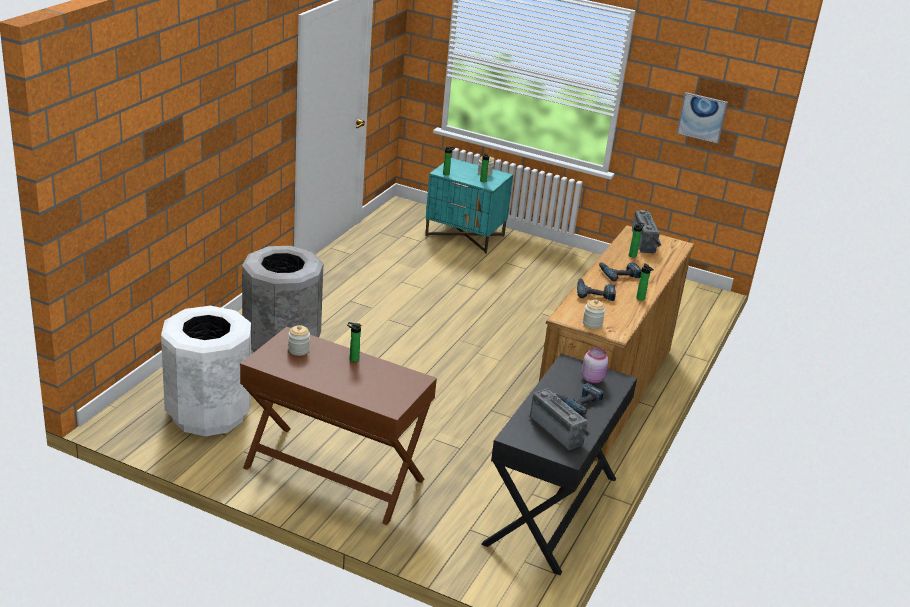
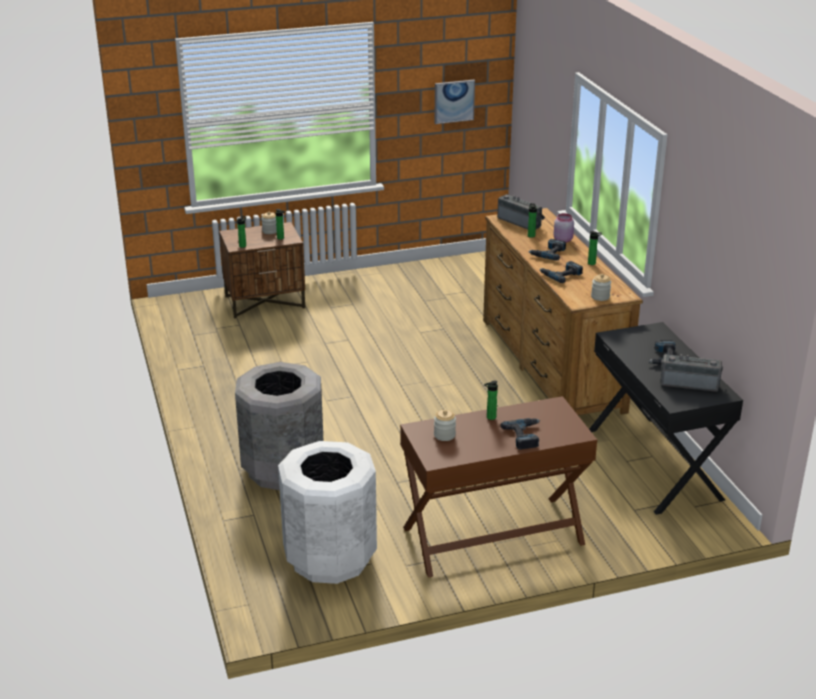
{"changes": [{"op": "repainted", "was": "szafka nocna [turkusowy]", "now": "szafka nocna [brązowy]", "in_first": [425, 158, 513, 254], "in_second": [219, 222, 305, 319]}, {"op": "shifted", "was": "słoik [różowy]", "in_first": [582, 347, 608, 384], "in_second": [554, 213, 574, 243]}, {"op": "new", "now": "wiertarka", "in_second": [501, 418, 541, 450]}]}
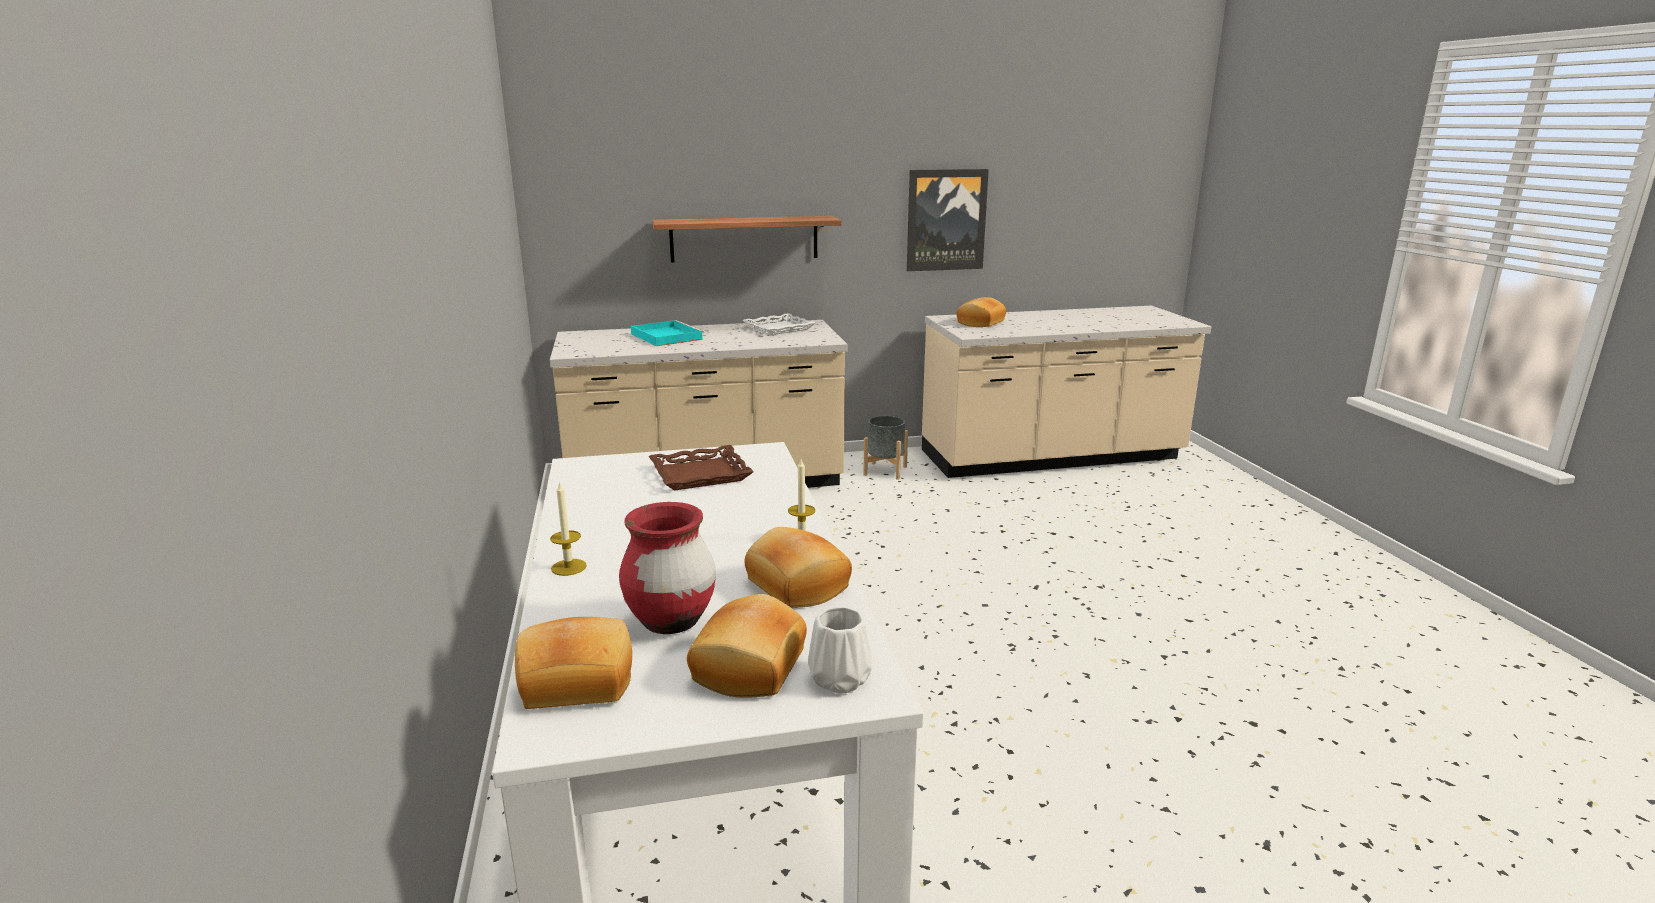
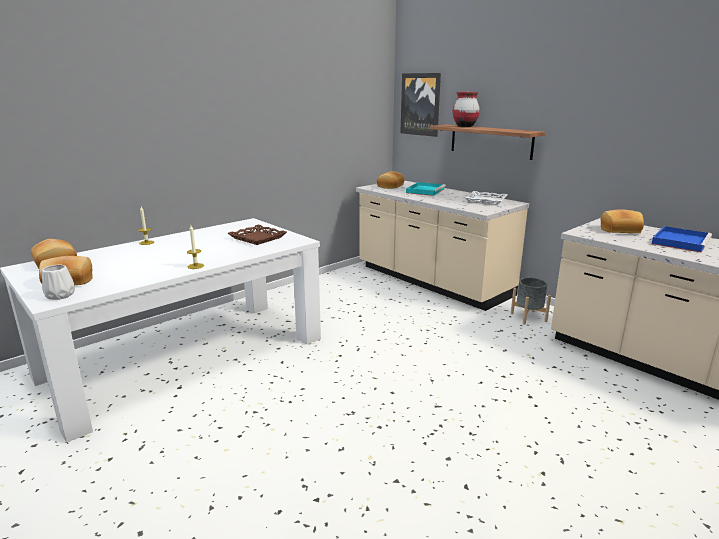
{"changes": [{"op": "shifted", "was": "obraz", "in_first": [907, 169, 989, 271], "in_second": [400, 73, 441, 137]}, {"op": "shifted", "was": "wazon [czerwony]", "in_first": [619, 502, 716, 634], "in_second": [453, 92, 480, 127]}, {"op": "shifted", "was": "chleb", "in_first": [744, 527, 852, 608], "in_second": [377, 171, 405, 189]}, {"op": "new", "now": "taca [niebieski]", "in_second": [652, 226, 712, 253]}]}
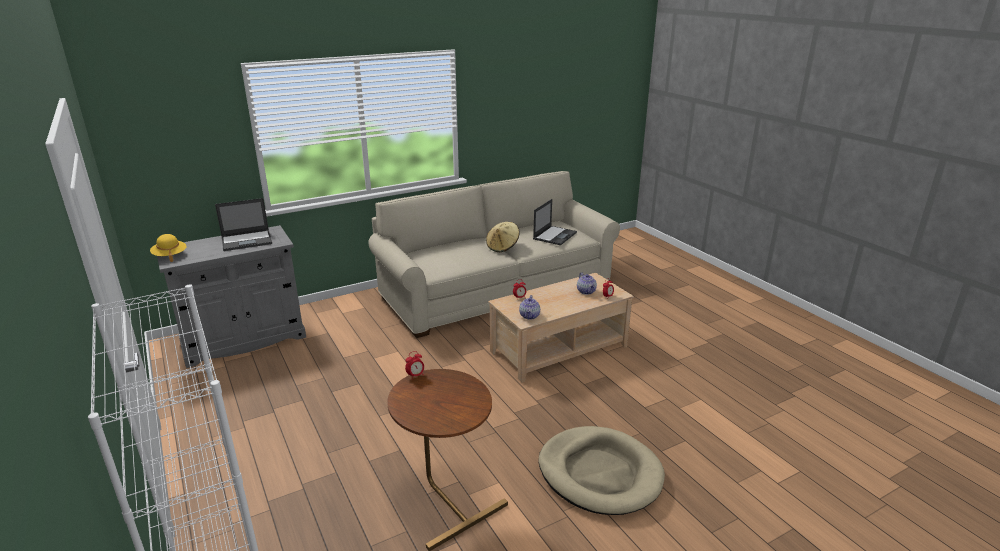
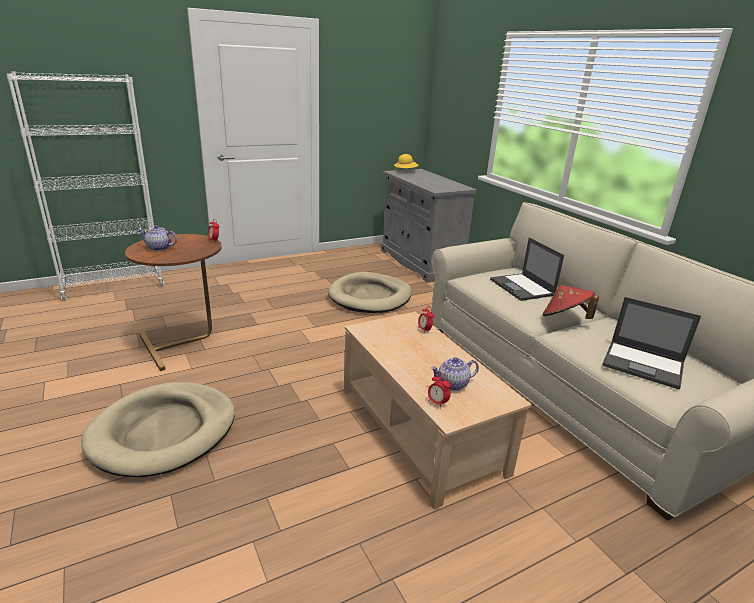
{"changes": [{"op": "shifted", "was": "laptop", "in_first": [215, 198, 272, 251], "in_second": [490, 237, 564, 301]}, {"op": "repainted", "was": "kapelusz [beżowy]", "now": "kapelusz [czerwony]", "in_first": [486, 222, 520, 252], "in_second": [543, 285, 599, 319]}, {"op": "shifted", "was": "imbryk", "in_first": [519, 295, 540, 320], "in_second": [139, 225, 177, 251]}, {"op": "new", "now": "legowisko [beżowy]", "in_second": [328, 272, 412, 313]}]}
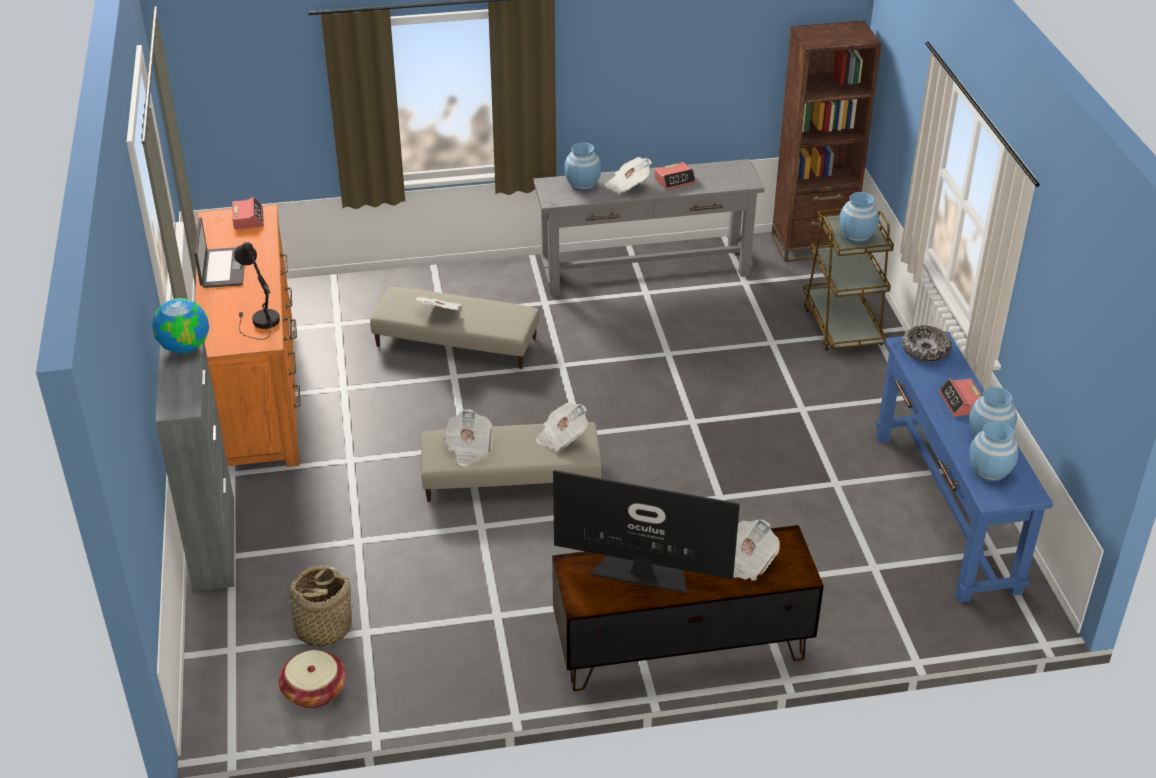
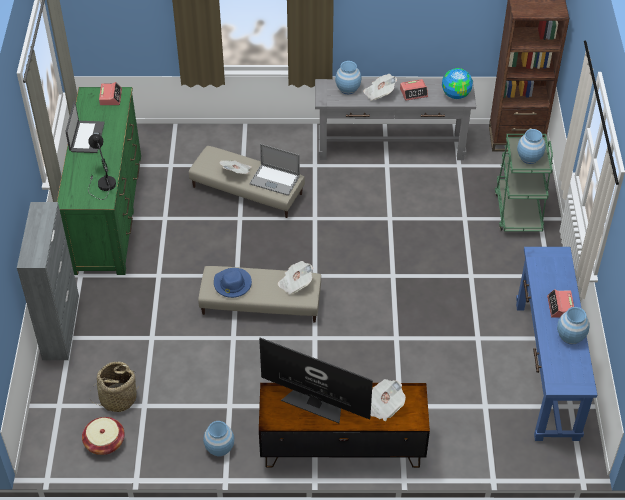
{"changes": [{"op": "repainted", "was": "komoda [pomarańczowy]", "now": "komoda [zielony]", "in_first": [195, 205, 301, 467], "in_second": [57, 87, 141, 275]}, {"op": "repainted", "was": "wózek [brązowy]", "now": "wózek [zielony]", "in_first": [803, 209, 894, 351], "in_second": [495, 134, 553, 232]}, {"op": "shifted", "was": "globus", "in_first": [152, 298, 209, 354], "in_second": [442, 68, 473, 99]}, {"op": "gone", "was": "miska", "in_first": [902, 325, 952, 362]}, {"op": "swapped", "was": "gazeta", "now": "kapelusz [niebieski]", "in_first": [444, 410, 493, 466], "in_second": [214, 268, 252, 298]}, {"op": "shifted", "was": "wazon [niebieski]", "in_first": [969, 421, 1018, 482], "in_second": [203, 421, 234, 457]}, {"op": "new", "now": "laptop", "in_second": [250, 144, 300, 196]}]}
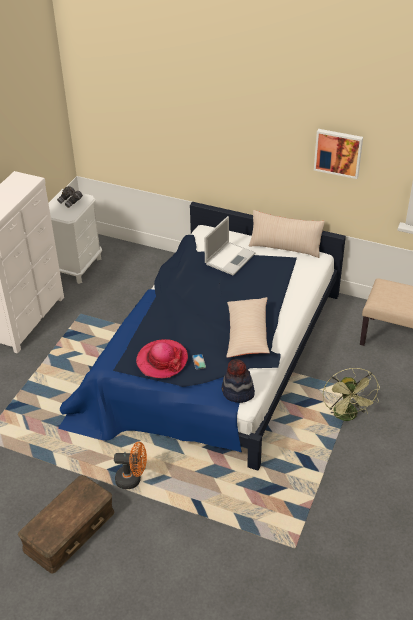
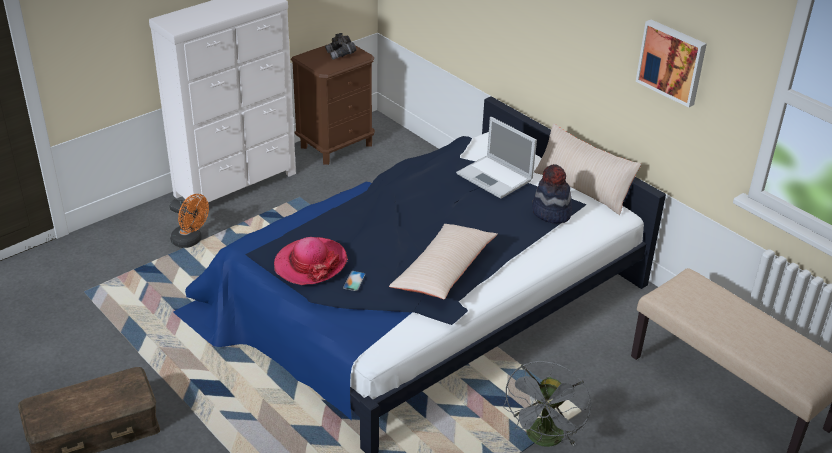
{"changes": [{"op": "repainted", "was": "szafka nocna [biały]", "now": "szafka nocna [brązowy]", "in_first": [48, 189, 102, 284], "in_second": [291, 45, 375, 165]}, {"op": "rotated", "was": "laptop", "in_first": [204, 216, 256, 275], "in_second": [456, 117, 537, 199], "clockwise": 75}, {"op": "shifted", "was": "kapelusz", "in_first": [222, 359, 255, 403], "in_second": [532, 164, 572, 223]}, {"op": "repainted", "was": "wentylator [zielony]", "now": "wentylator [szary]", "in_first": [323, 368, 380, 421], "in_second": [503, 361, 591, 447]}, {"op": "shifted", "was": "wentylator [pomarańczowy]", "in_first": [114, 442, 147, 489], "in_second": [170, 194, 209, 248]}]}
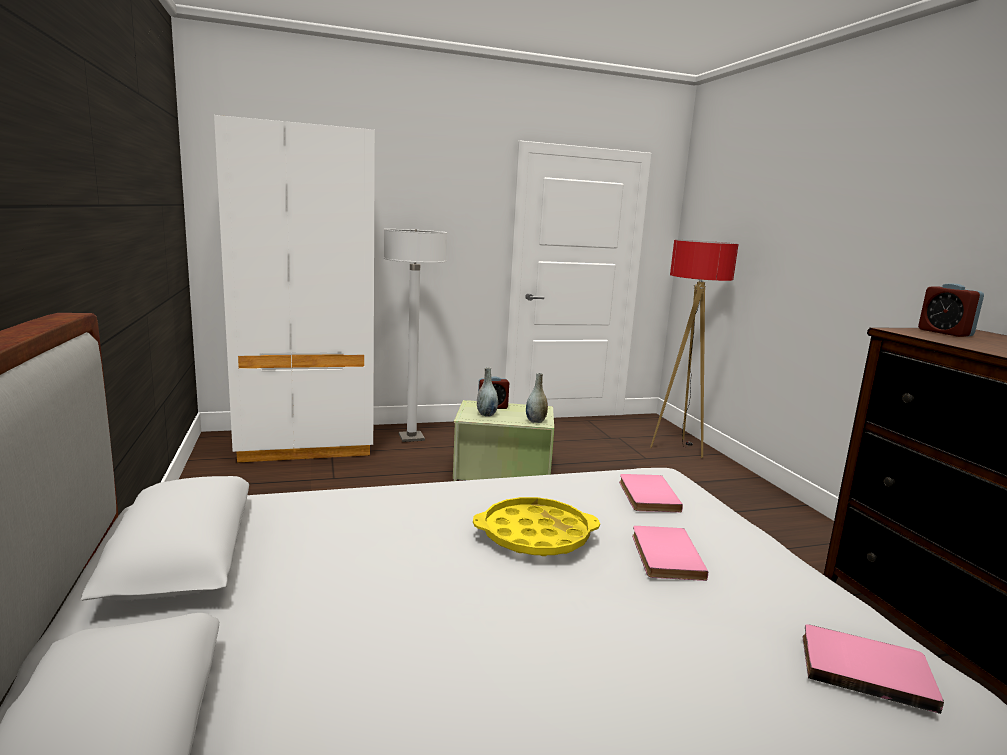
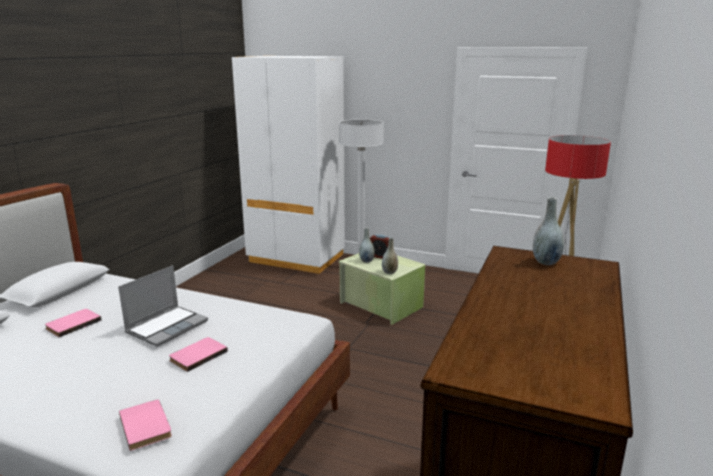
{"changes": [{"op": "swapped", "was": "budzik", "now": "wazon [szary]", "in_first": [918, 284, 984, 337], "in_second": [533, 197, 564, 265]}, {"op": "shifted", "was": "książka [różowy]", "in_first": [619, 474, 683, 512], "in_second": [45, 309, 101, 337]}, {"op": "swapped", "was": "taca [żółty]", "now": "laptop", "in_first": [473, 497, 600, 556], "in_second": [118, 265, 208, 347]}]}
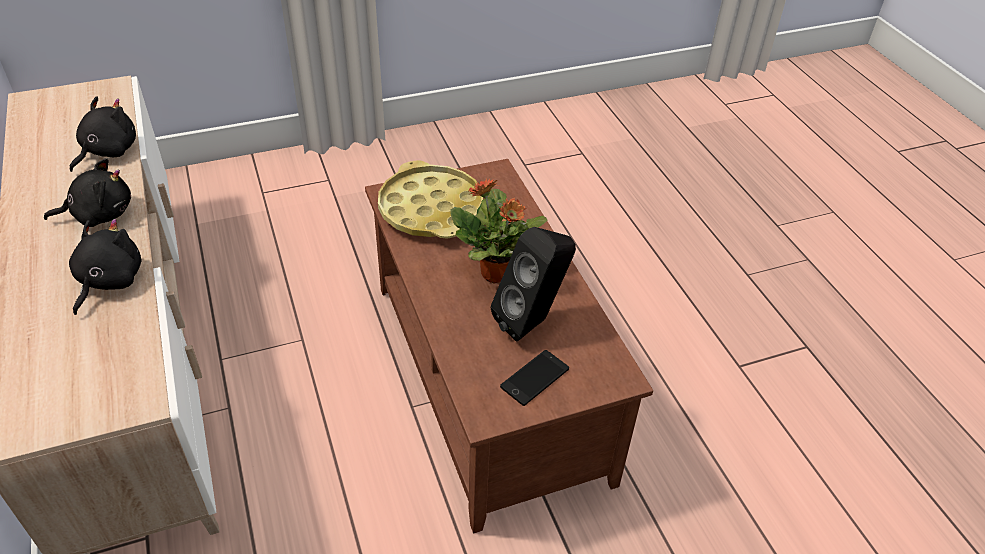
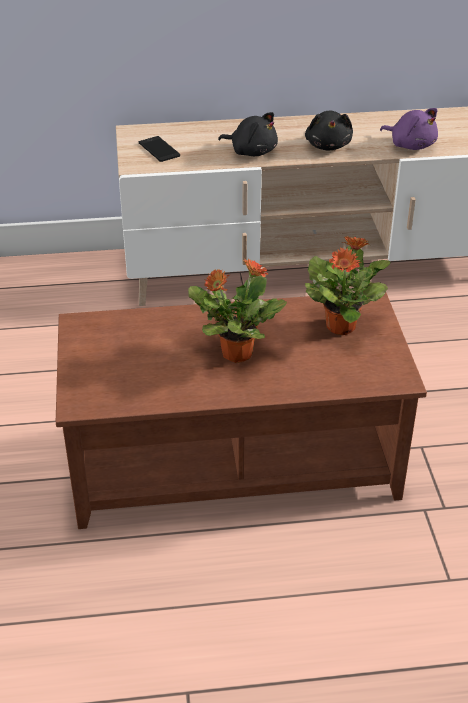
{"changes": [{"op": "repainted", "was": "pluszak [czarny]", "now": "pluszak [fioletowy]", "in_first": [70, 96, 136, 172], "in_second": [380, 108, 438, 150]}, {"op": "swapped", "was": "taca [żółty]", "now": "roślina doniczkowa", "in_first": [378, 160, 483, 239], "in_second": [305, 236, 391, 335]}, {"op": "gone", "was": "głośnik [czarny]", "in_first": [491, 227, 576, 341]}, {"op": "shifted", "was": "telefon", "in_first": [500, 350, 569, 406], "in_second": [139, 136, 180, 162]}]}
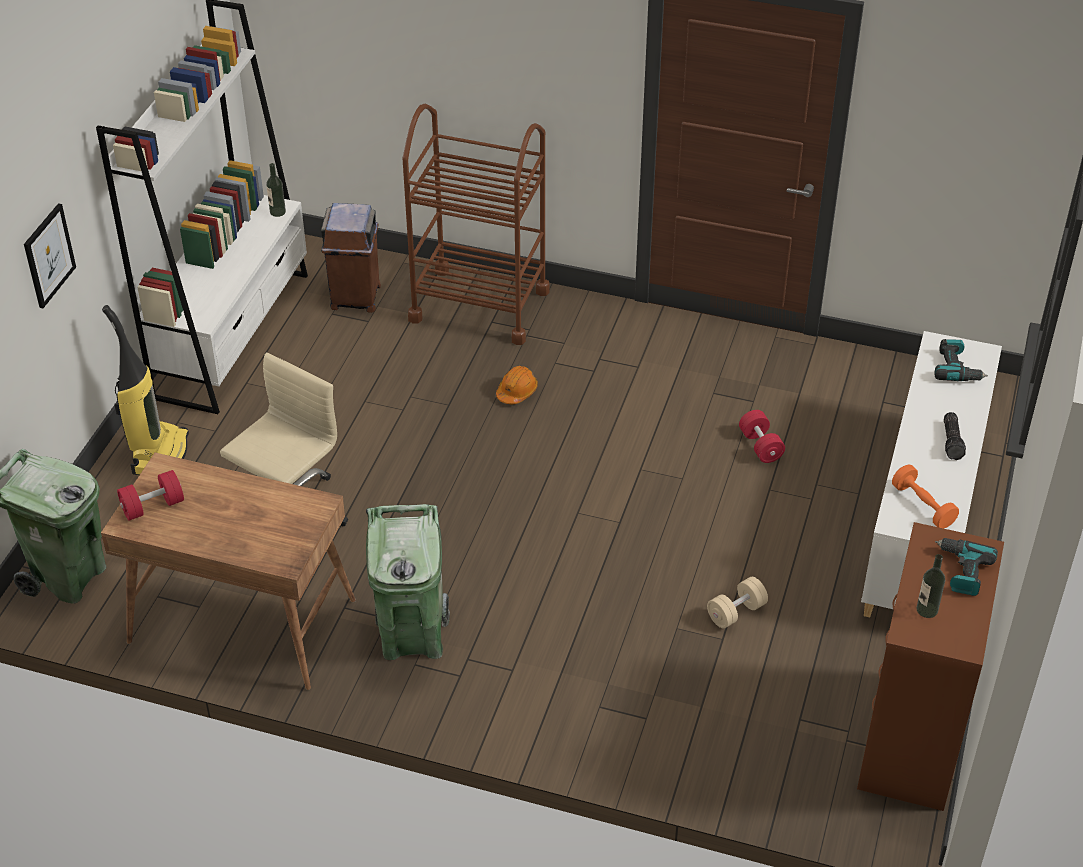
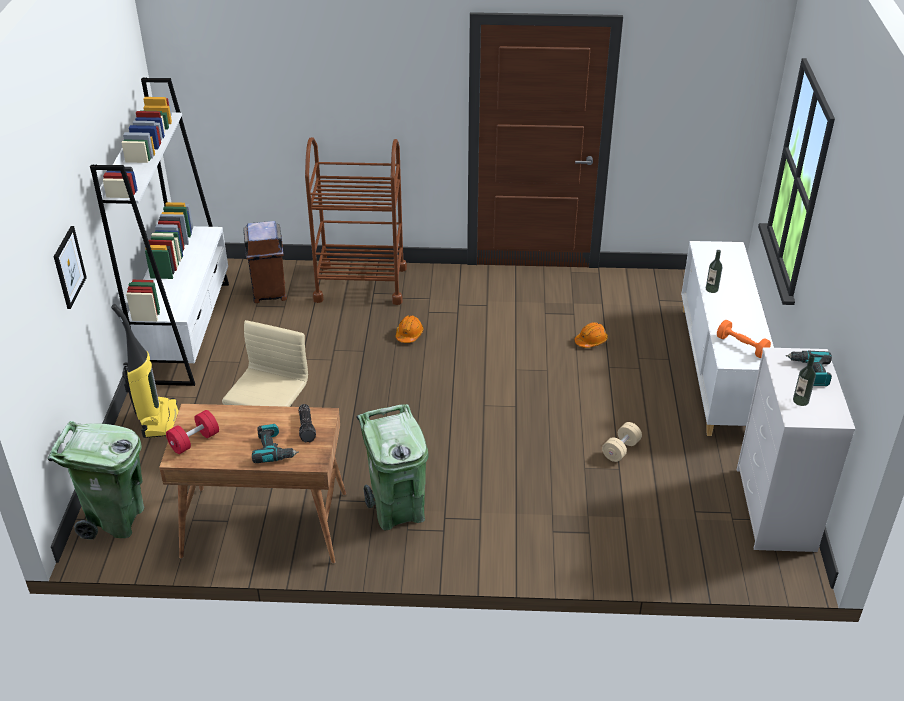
{"changes": [{"op": "shifted", "was": "butelka", "in_first": [266, 163, 286, 217], "in_second": [706, 250, 722, 293]}, {"op": "shifted", "was": "wiertarka", "in_first": [934, 339, 988, 381], "in_second": [252, 424, 299, 463]}, {"op": "swapped", "was": "hantel [czerwony]", "now": "kask [pomarańczowy]", "in_first": [739, 410, 785, 463], "in_second": [574, 322, 608, 348]}, {"op": "shifted", "was": "latarka", "in_first": [944, 412, 966, 460], "in_second": [298, 404, 316, 442]}, {"op": "repainted", "was": "komoda [brązowy]", "now": "komoda [biały]", "in_first": [857, 522, 1004, 811], "in_second": [737, 347, 855, 552]}]}
